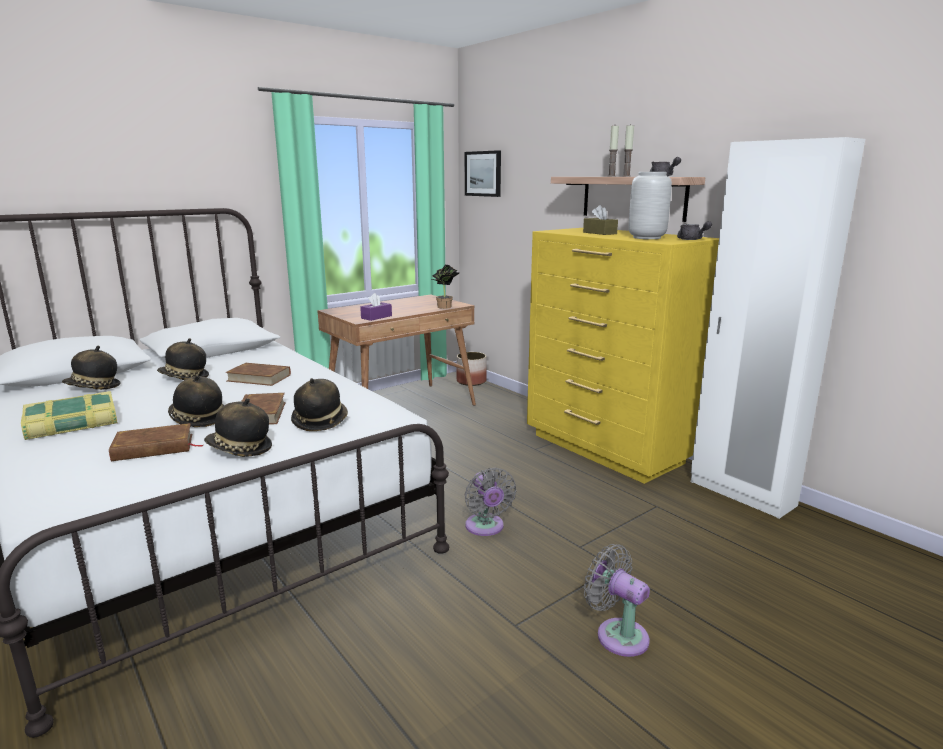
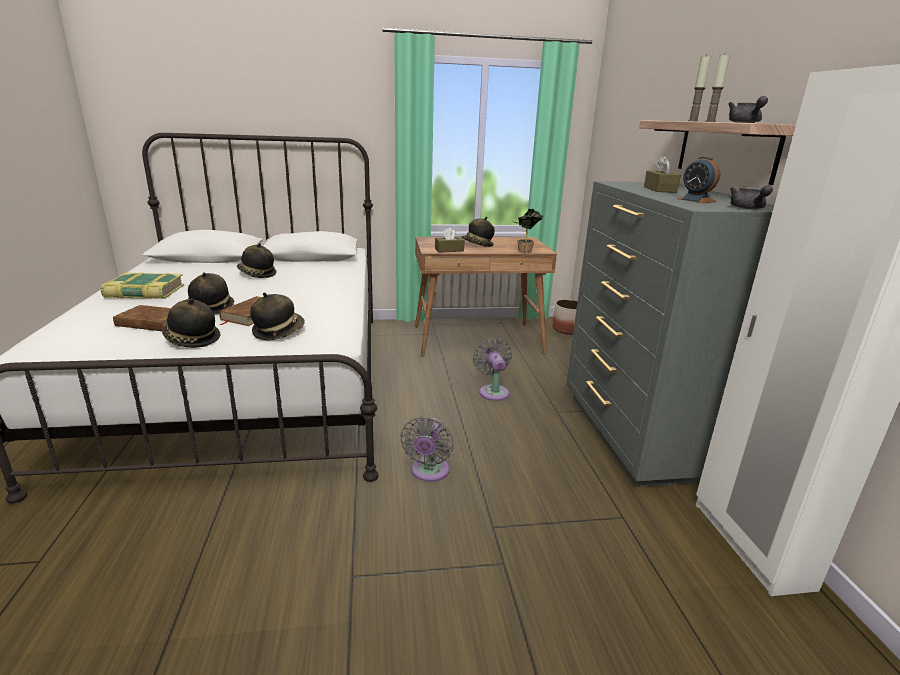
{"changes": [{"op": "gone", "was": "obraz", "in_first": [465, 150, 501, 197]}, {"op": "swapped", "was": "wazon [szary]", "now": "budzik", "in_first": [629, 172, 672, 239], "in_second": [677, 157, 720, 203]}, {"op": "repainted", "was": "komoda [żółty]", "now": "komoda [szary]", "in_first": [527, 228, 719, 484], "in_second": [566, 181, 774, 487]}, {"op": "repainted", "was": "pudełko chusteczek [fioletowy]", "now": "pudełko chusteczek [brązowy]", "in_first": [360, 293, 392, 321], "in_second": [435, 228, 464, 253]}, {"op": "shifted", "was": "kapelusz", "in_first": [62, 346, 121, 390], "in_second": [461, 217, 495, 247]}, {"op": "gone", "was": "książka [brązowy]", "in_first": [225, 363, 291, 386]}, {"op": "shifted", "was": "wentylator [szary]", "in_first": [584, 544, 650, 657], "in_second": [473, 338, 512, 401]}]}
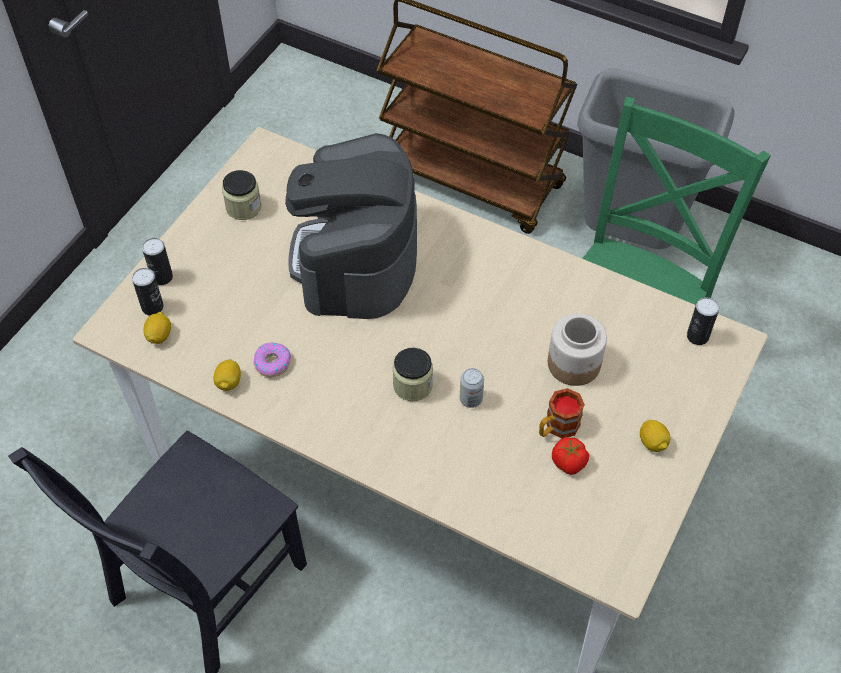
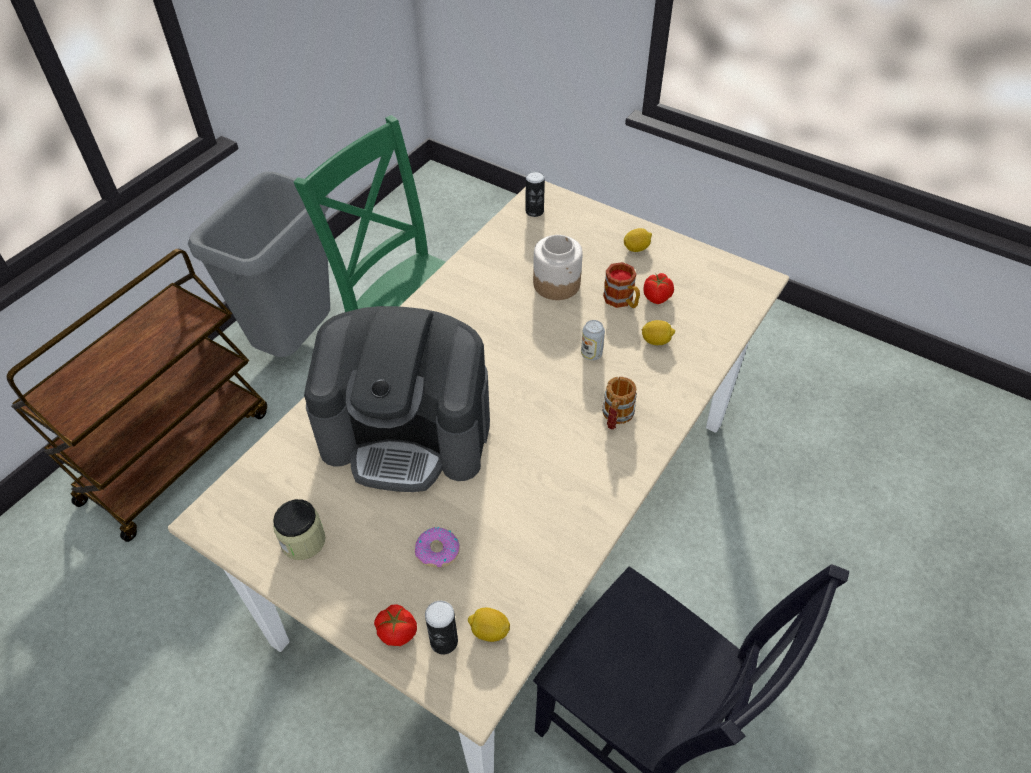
{"changes": [{"op": "swapped", "was": "puszka", "now": "pomidor", "in_first": [142, 238, 173, 285], "in_second": [374, 604, 417, 646]}, {"op": "shifted", "was": "donut", "in_first": [254, 342, 291, 377], "in_second": [415, 527, 460, 568]}, {"op": "gone", "was": "słoik", "in_first": [393, 348, 433, 401]}, {"op": "shifted", "was": "cytryna", "in_first": [213, 359, 241, 391], "in_second": [641, 320, 675, 345]}, {"op": "new", "now": "kubek", "in_second": [602, 376, 637, 429]}]}
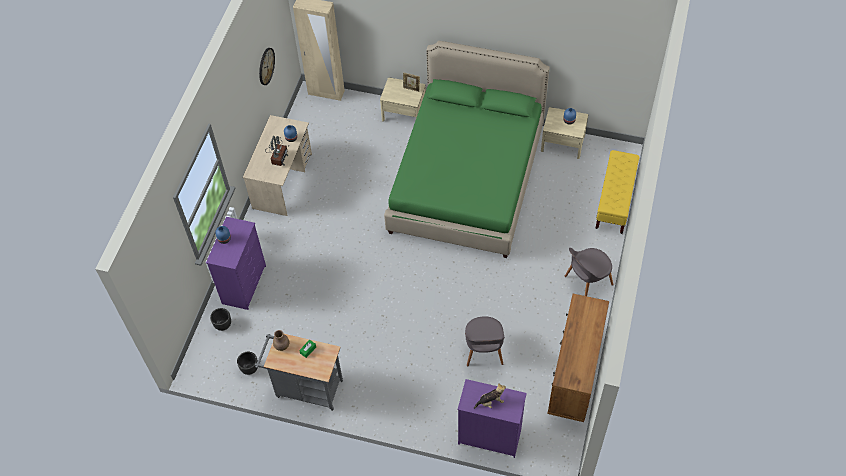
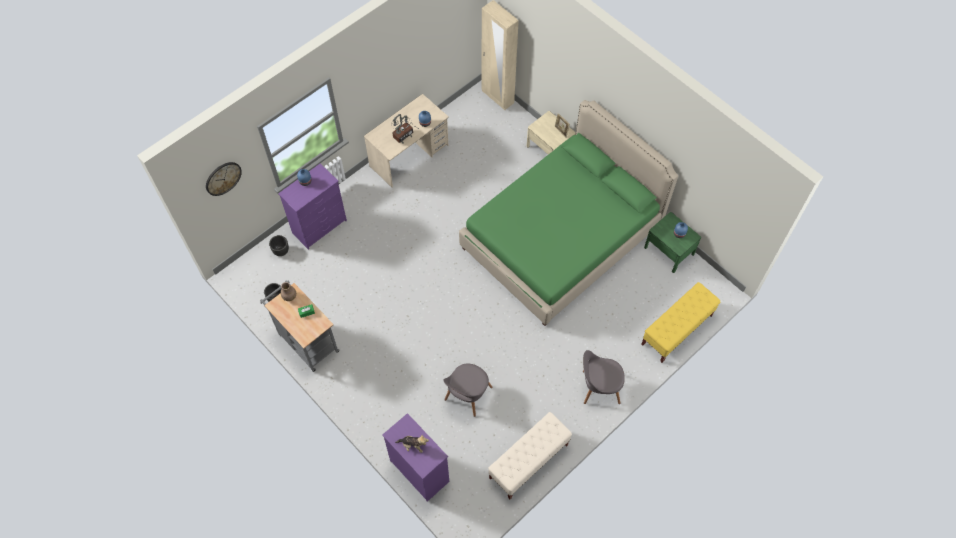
{"changes": [{"op": "shifted", "was": "zegar ścienny", "in_first": [259, 48, 275, 85], "in_second": [206, 162, 242, 196]}, {"op": "repainted", "was": "szafka nocna [beżowy]", "now": "szafka nocna [zielony]", "in_first": [541, 107, 588, 159], "in_second": [644, 212, 701, 273]}, {"op": "swapped", "was": "komoda [brązowy]", "now": "ławka [beżowy]", "in_first": [547, 294, 609, 422], "in_second": [488, 412, 572, 499]}]}
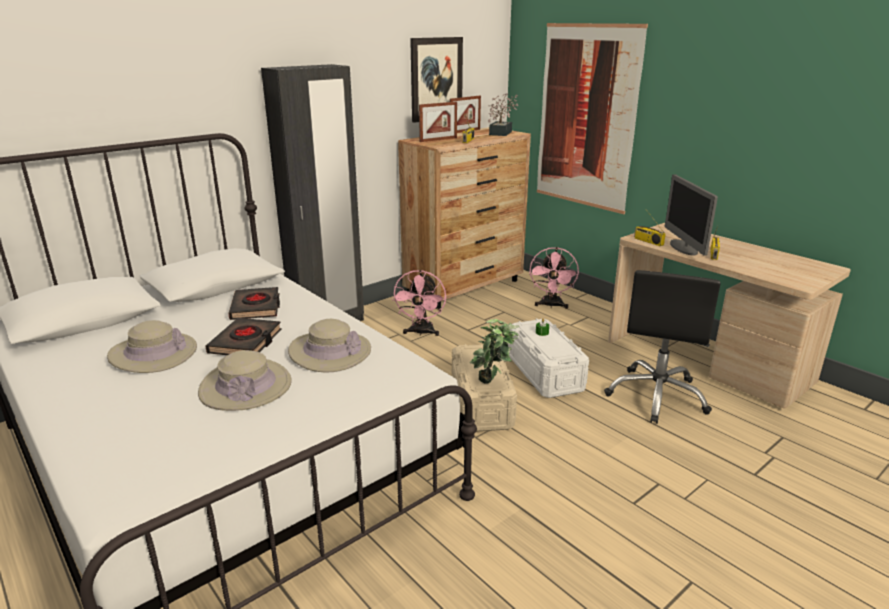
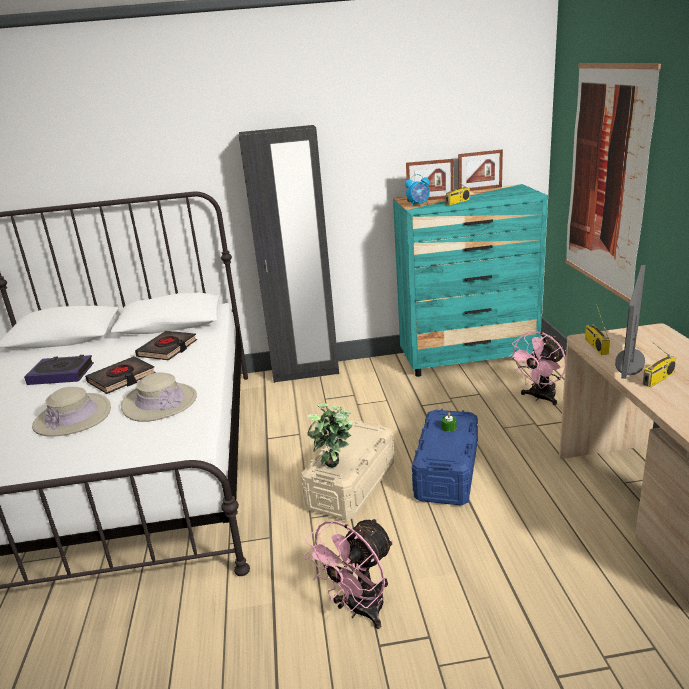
{"changes": [{"op": "gone", "was": "obraz", "in_first": [410, 37, 463, 123]}, {"op": "gone", "was": "roślina doniczkowa", "in_first": [488, 93, 518, 136]}, {"op": "repainted", "was": "komoda [brązowy]", "now": "komoda [turkusowy]", "in_first": [398, 127, 531, 308], "in_second": [393, 184, 548, 377]}, {"op": "shifted", "was": "wentylator [różowy]", "in_first": [392, 270, 446, 336], "in_second": [303, 518, 393, 629]}, {"op": "gone", "was": "krzesło biurowe [czarny]", "in_first": [604, 270, 721, 424]}, {"op": "repainted", "was": "pojemnik do przechowywania [biały]", "now": "pojemnik do przechowywania [niebieski]", "in_first": [508, 319, 589, 398], "in_second": [412, 409, 478, 505]}, {"op": "swapped", "was": "kapelusz [beżowy]", "now": "książka", "in_first": [107, 320, 197, 373], "in_second": [24, 355, 94, 385]}, {"op": "new", "now": "budzik", "in_second": [405, 174, 430, 207]}]}
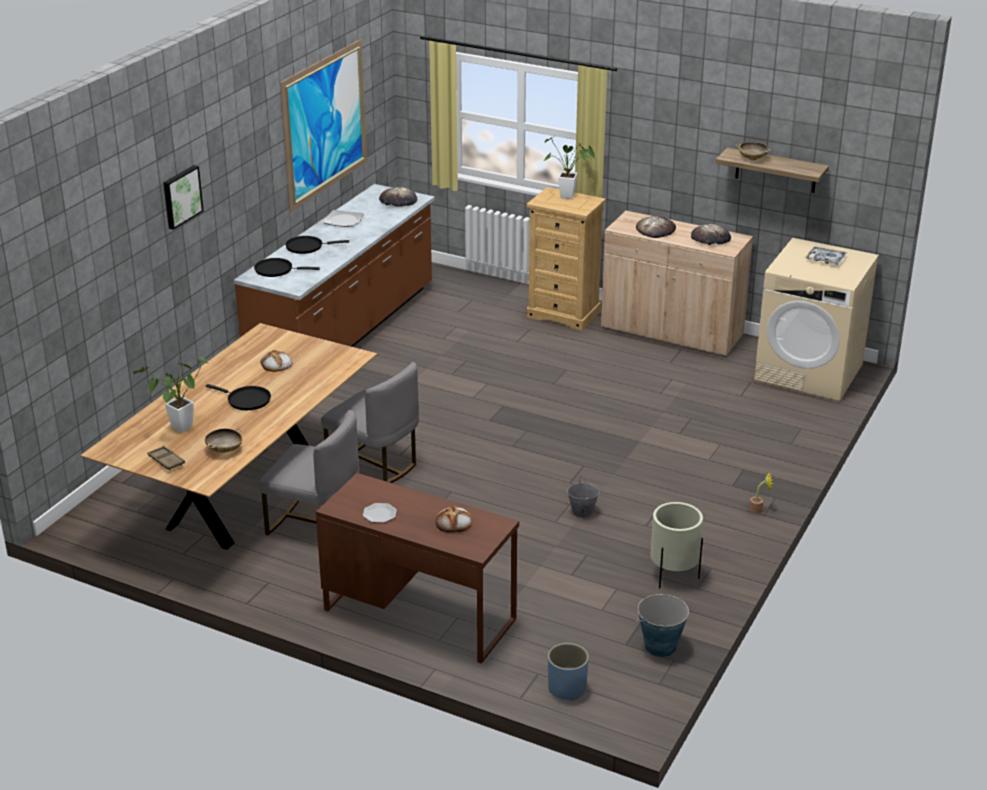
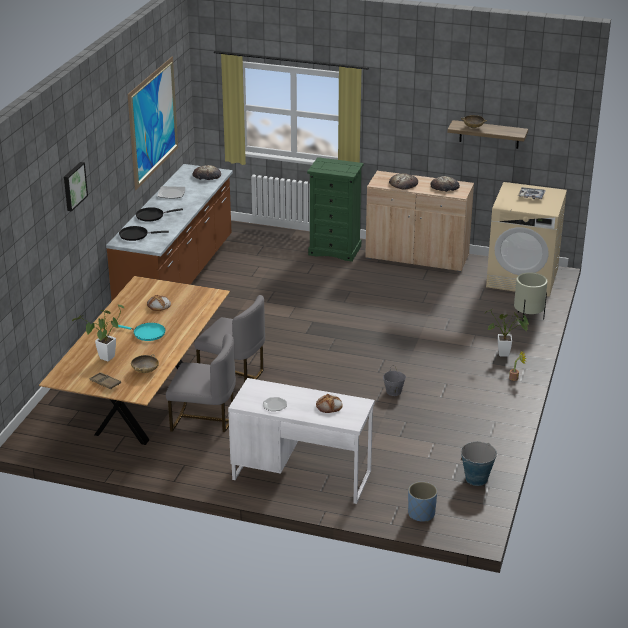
{"changes": [{"op": "shifted", "was": "roślina doniczkowa", "in_first": [544, 137, 595, 199], "in_second": [485, 309, 529, 357]}, {"op": "repainted", "was": "komoda [beżowy]", "now": "komoda [zielony]", "in_first": [526, 187, 606, 331], "in_second": [307, 157, 364, 262]}, {"op": "repainted", "was": "patelnia [czarny]", "now": "patelnia [turkusowy]", "in_first": [206, 384, 271, 410], "in_second": [118, 323, 165, 341]}, {"op": "repainted", "was": "biurko [brązowy]", "now": "biurko [biały]", "in_first": [316, 473, 519, 664], "in_second": [228, 378, 375, 504]}, {"op": "shifted", "was": "donica [beżowy]", "in_first": [651, 502, 703, 588], "in_second": [514, 272, 548, 320]}]}
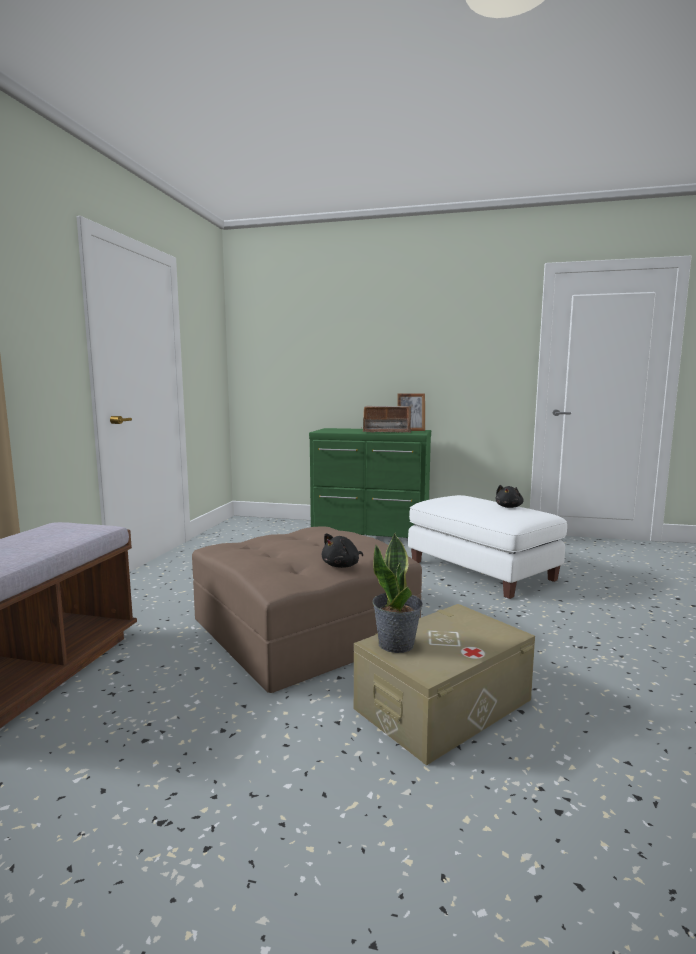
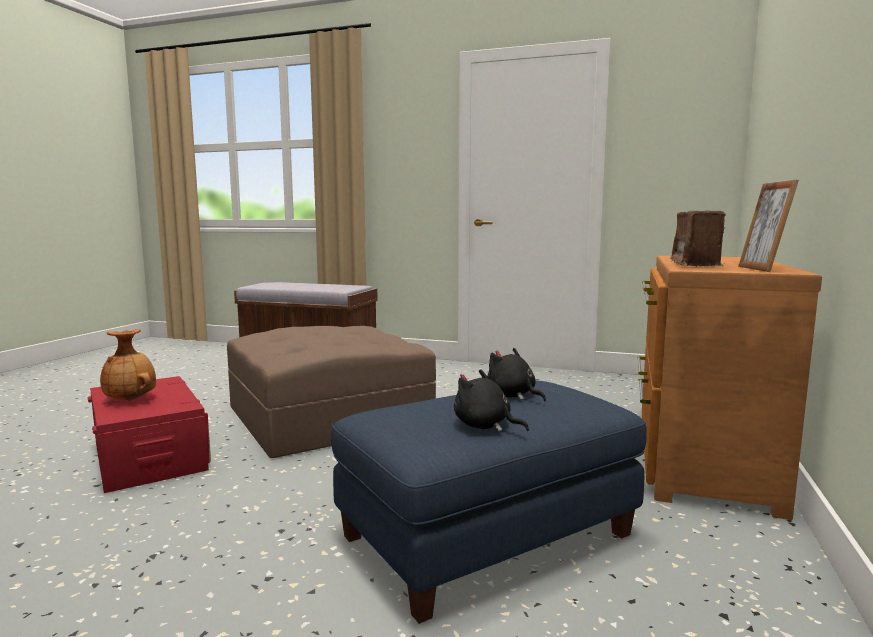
{"changes": [{"op": "repainted", "was": "komoda [zielony]", "now": "komoda [brązowy]", "in_first": [309, 428, 431, 538], "in_second": [637, 256, 822, 520]}, {"op": "repainted", "was": "pufa [biały]", "now": "pufa [niebieski]", "in_first": [408, 495, 567, 599], "in_second": [331, 381, 647, 624]}, {"op": "shifted", "was": "pluszak [czarny]", "in_first": [322, 533, 363, 568], "in_second": [487, 348, 546, 401]}, {"op": "gone", "was": "roślina doniczkowa", "in_first": [373, 533, 423, 653]}, {"op": "repainted", "was": "pojemnik do przechowywania [beżowy]", "now": "pojemnik do przechowywania [czerwony]", "in_first": [354, 604, 535, 766], "in_second": [88, 376, 211, 493]}, {"op": "new", "now": "wazon [brązowy]", "in_second": [100, 329, 156, 401]}]}
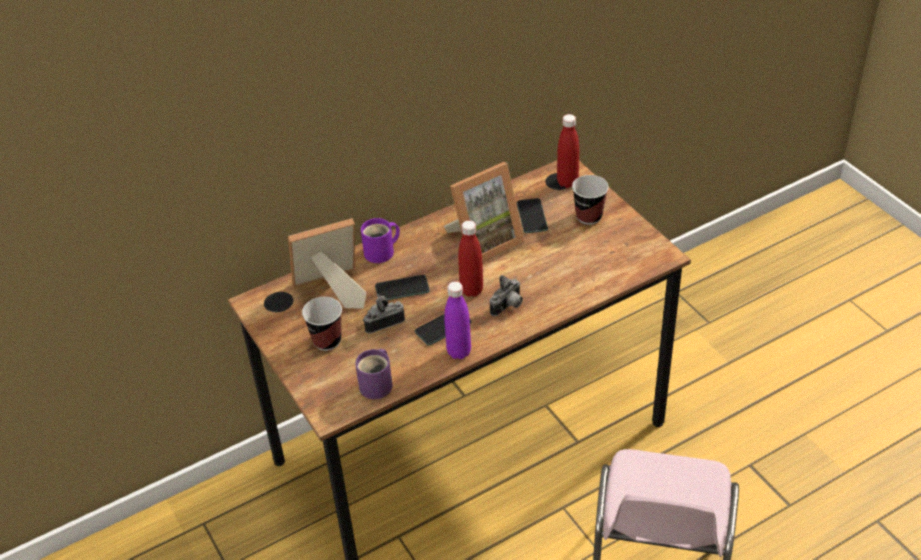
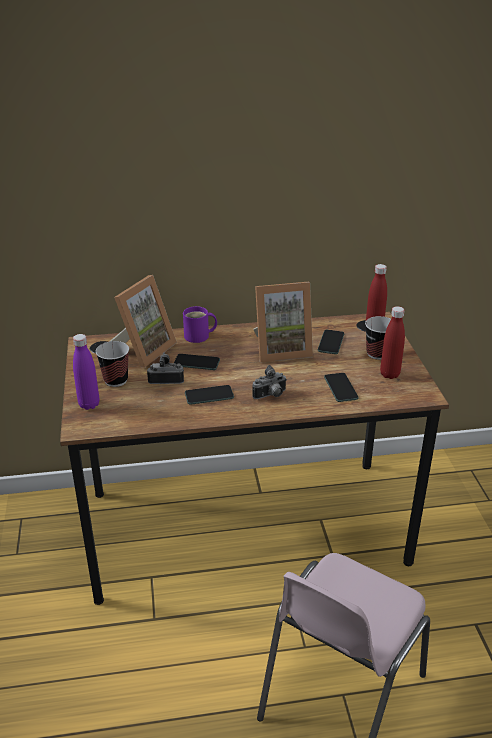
{"changes": [{"op": "rotated", "was": "ramka na zdjęcie", "in_first": [288, 218, 367, 309], "in_second": [109, 275, 177, 367], "clockwise": 120}, {"op": "shifted", "was": "butelka [czerwony]", "in_first": [458, 221, 483, 297], "in_second": [380, 306, 405, 379]}, {"op": "shifted", "was": "butelka [fioletowy]", "in_first": [444, 282, 471, 359], "in_second": [73, 334, 99, 410]}, {"op": "gone", "was": "kubek [fioletowy]", "in_first": [355, 349, 392, 399]}, {"op": "new", "now": "telefon", "in_second": [324, 373, 359, 402]}]}
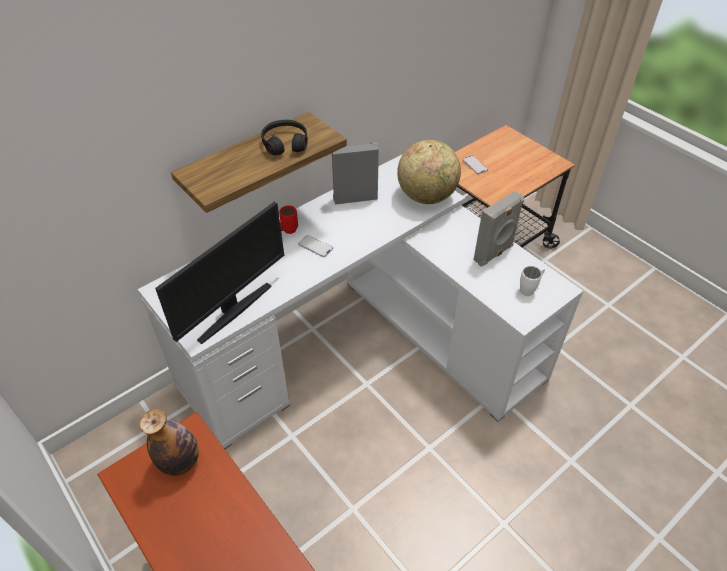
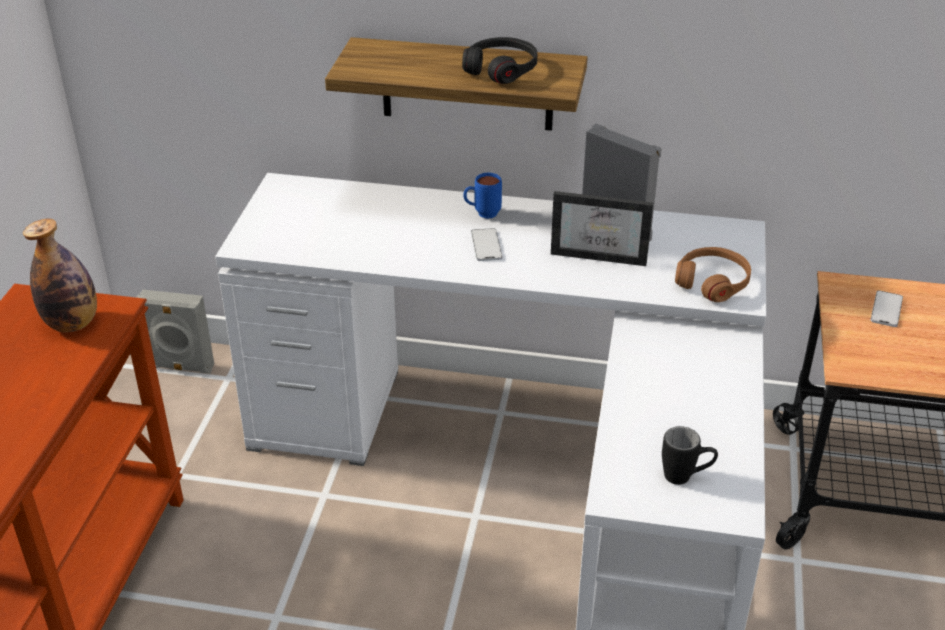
{"changes": [{"op": "swapped", "was": "globus", "now": "słuchawki [brązowy]", "in_first": [397, 140, 461, 204], "in_second": [675, 247, 751, 302]}, {"op": "shifted", "was": "głośnik [szary]", "in_first": [473, 191, 524, 267], "in_second": [136, 290, 214, 374]}, {"op": "gone", "was": "monitor", "in_first": [155, 202, 284, 344]}, {"op": "repainted", "was": "kubek [czerwony]", "now": "kubek [niebieski]", "in_first": [279, 205, 298, 234], "in_second": [463, 173, 502, 219]}, {"op": "repainted", "was": "kubek [biały]", "now": "kubek [czarny]", "in_first": [520, 266, 545, 296], "in_second": [662, 426, 718, 485]}, {"op": "new", "now": "ramka na zdjęcie", "in_second": [551, 191, 653, 266]}]}
